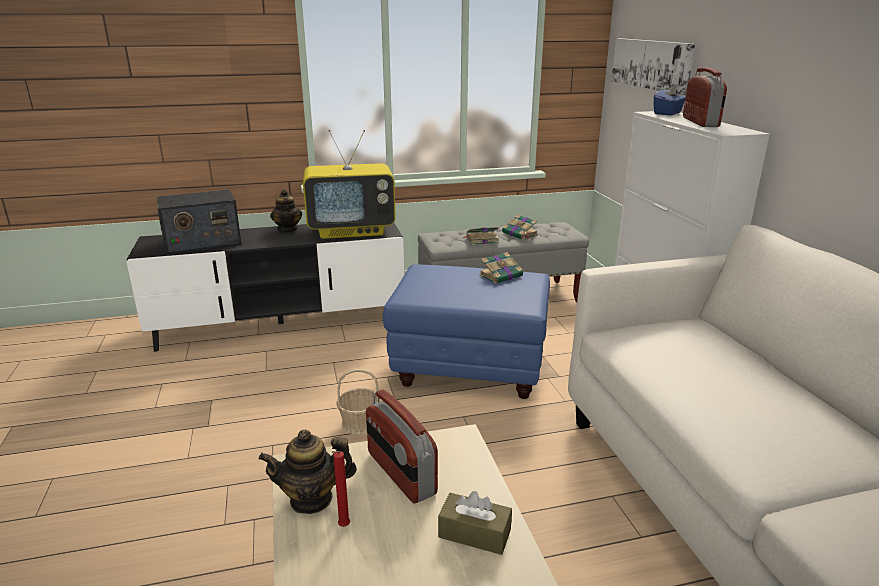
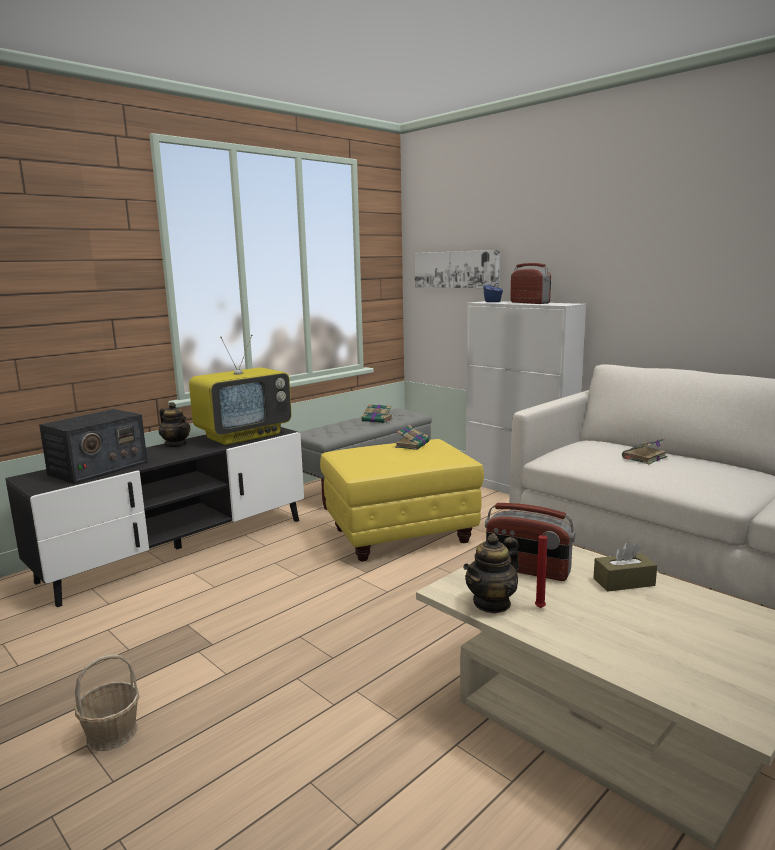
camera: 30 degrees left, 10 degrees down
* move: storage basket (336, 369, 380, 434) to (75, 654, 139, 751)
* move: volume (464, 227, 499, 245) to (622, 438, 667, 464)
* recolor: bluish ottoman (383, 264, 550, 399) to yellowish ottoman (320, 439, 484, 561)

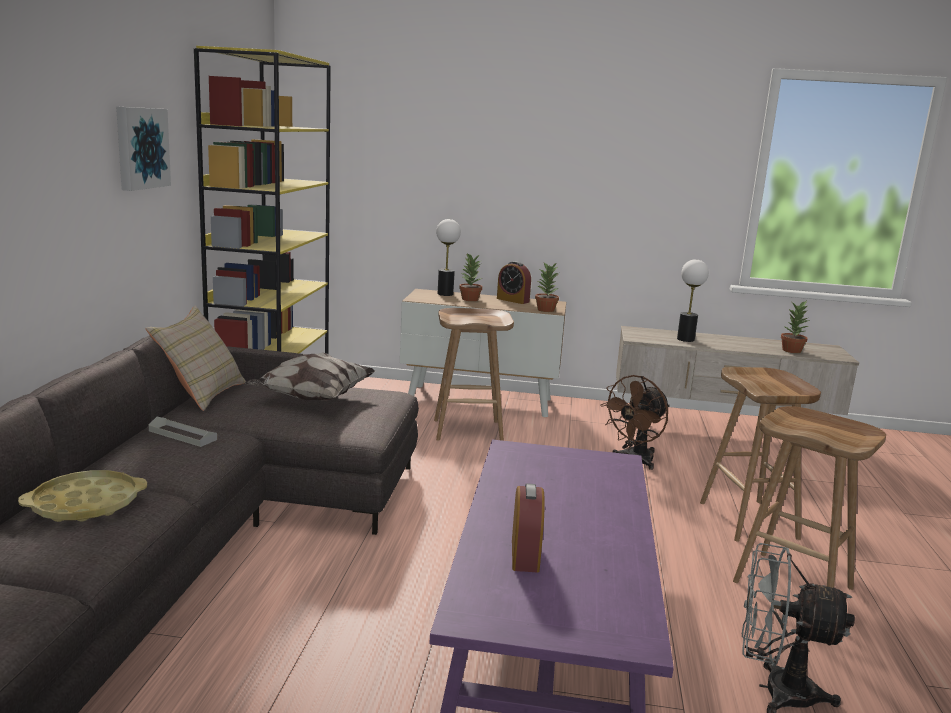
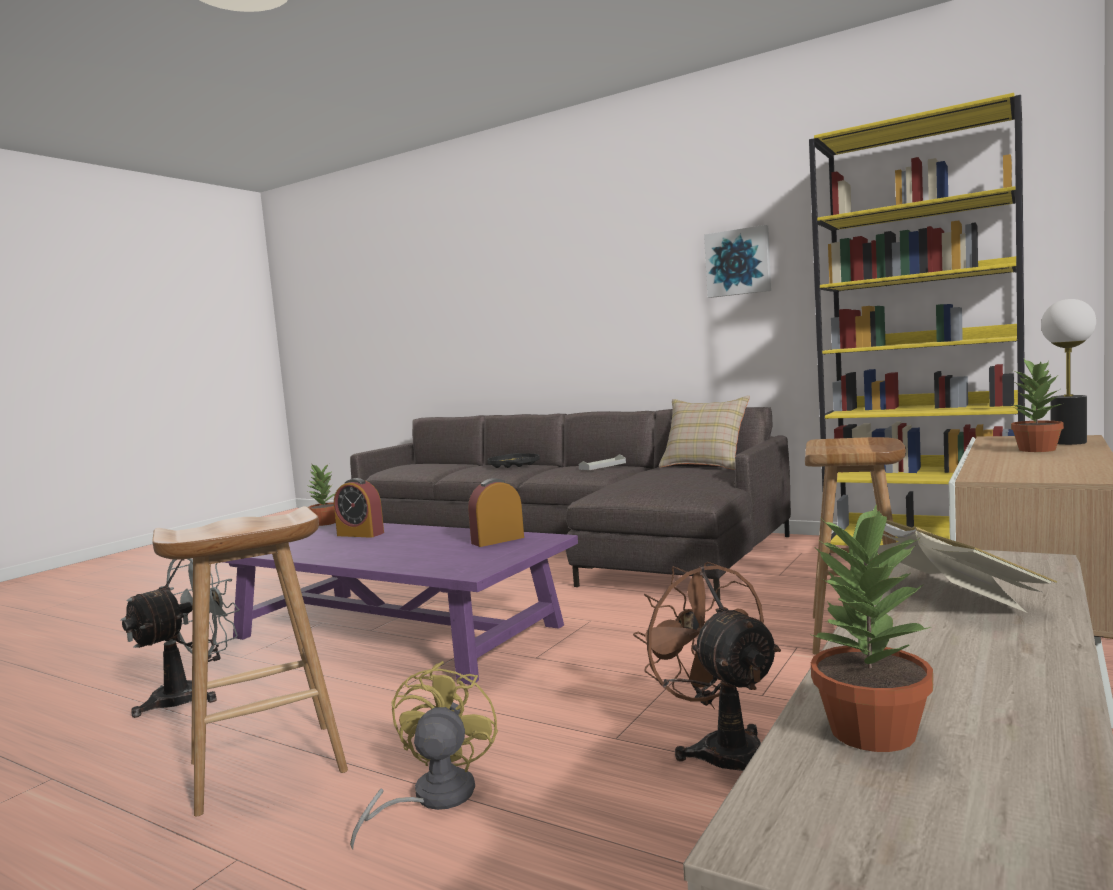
camera: 115 degrees right, 10 degrees down
* delete: cushion (245, 353, 375, 401)
* move: table clock (497, 261, 531, 304) to (468, 478, 524, 547)
* move: houseplant (535, 262, 559, 312) to (308, 465, 336, 526)
* replace: tabletop lamp (677, 259, 709, 342) to volume (877, 520, 1057, 613)
* replace: brown stool (700, 367, 821, 542) to yellowish cooling fan (350, 661, 498, 849)
* recolor: yellowish carrying tray (18, 470, 147, 522) to black carrying tray (487, 453, 540, 468)

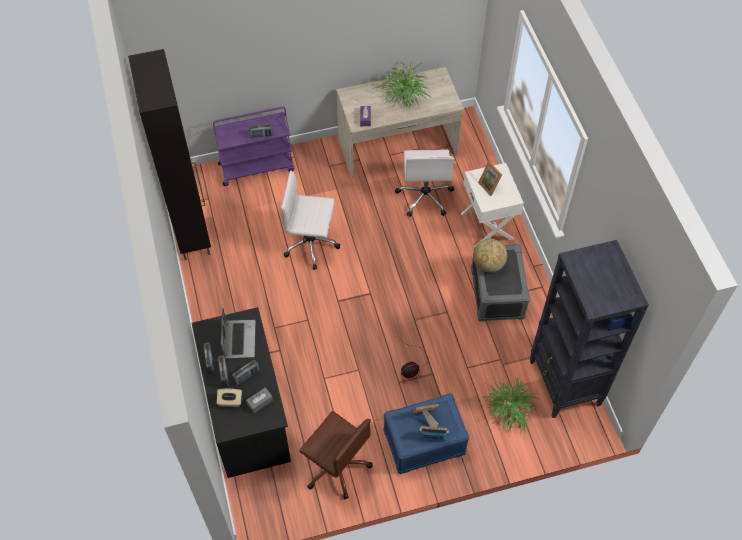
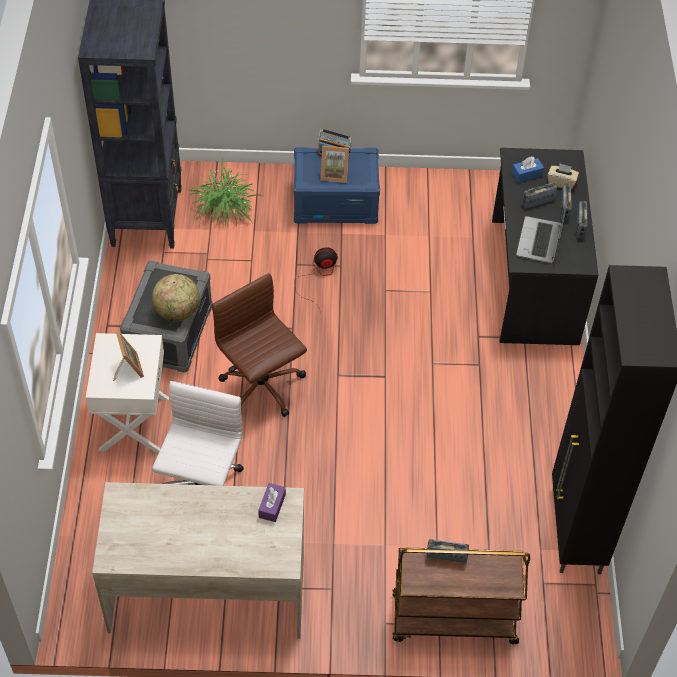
camera: 165 degrees left, 5 degrees down
* delete: white-coloured computer chair (281, 170, 340, 270)
* delete: houseplant (373, 62, 432, 109)
* move: brown computer chair (299, 411, 373, 500) to (212, 273, 307, 417)
* recolor: purple trolley (213, 107, 295, 186) to brown trolley (393, 547, 530, 644)
* recolor: gray tissue box (246, 387, 273, 413) to bluish tissue box (512, 157, 544, 183)

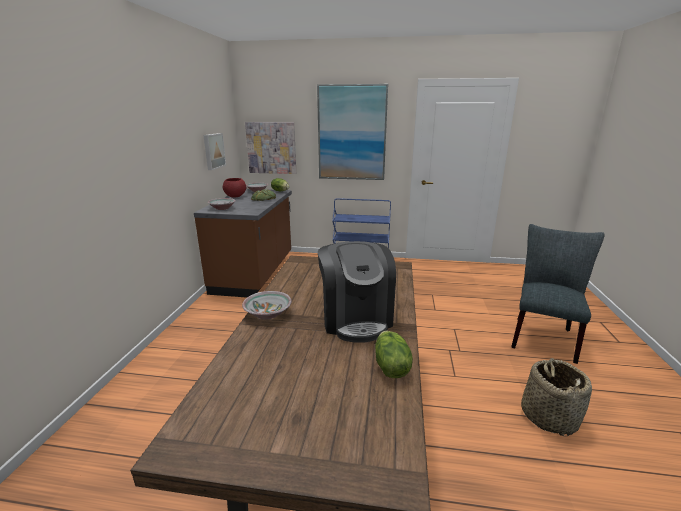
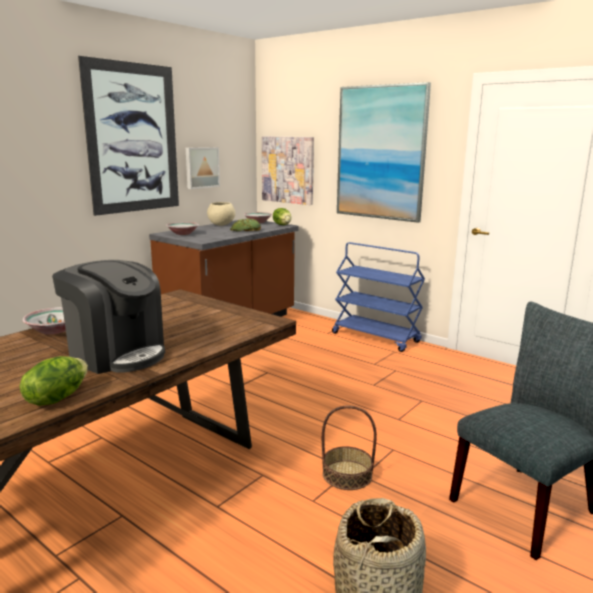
camera: 30 degrees right, 5 degrees down
* insert: wall art (78, 56, 179, 216)
* insert: storage basket (322, 405, 377, 490)
* recolor: reddish serving bowl (223, 178, 246, 198) to beige serving bowl (207, 202, 235, 226)
* rotate: coffee brewer (318, 241, 396, 343) = (52, 260, 165, 374) 75 degrees counterclockwise

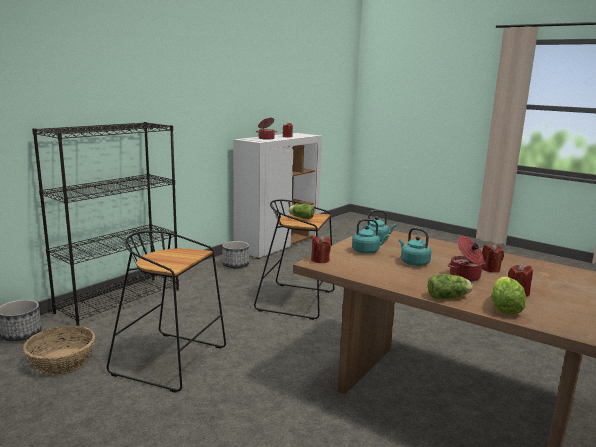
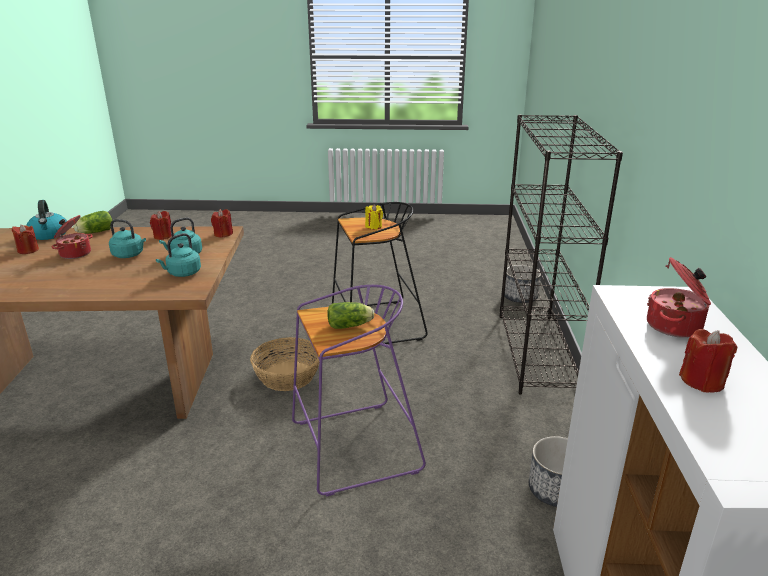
camera: 145 degrees right, 10 degrees up
* insert: yellowish candle (365, 204, 383, 230)
* move: storage basket (23, 325, 95, 375) to (250, 337, 319, 391)
* move: reddish candle (482, 243, 504, 273) to (150, 211, 172, 240)
* replace: head of lettuce (491, 277, 526, 314) to water kettle (26, 200, 67, 240)
* recolor: black stool (254, 200, 334, 320) to purple stool (292, 285, 426, 497)

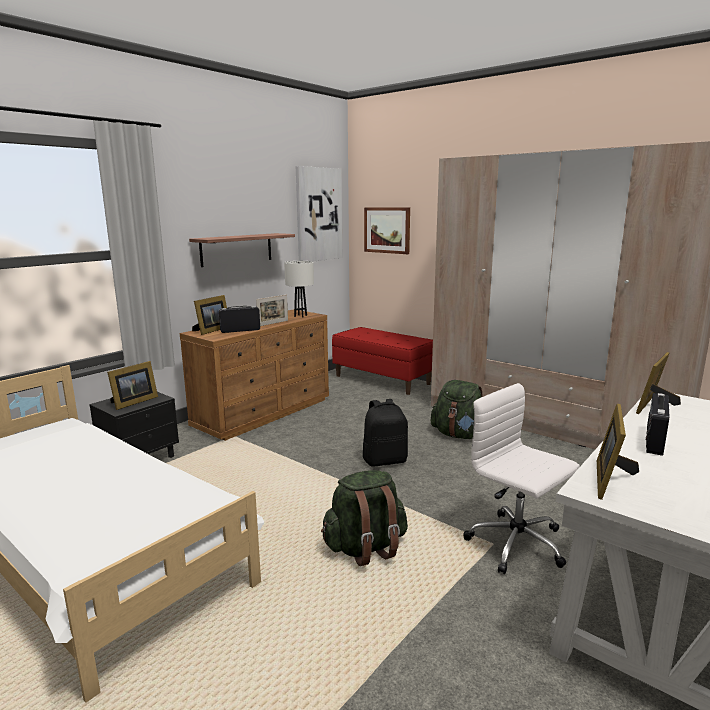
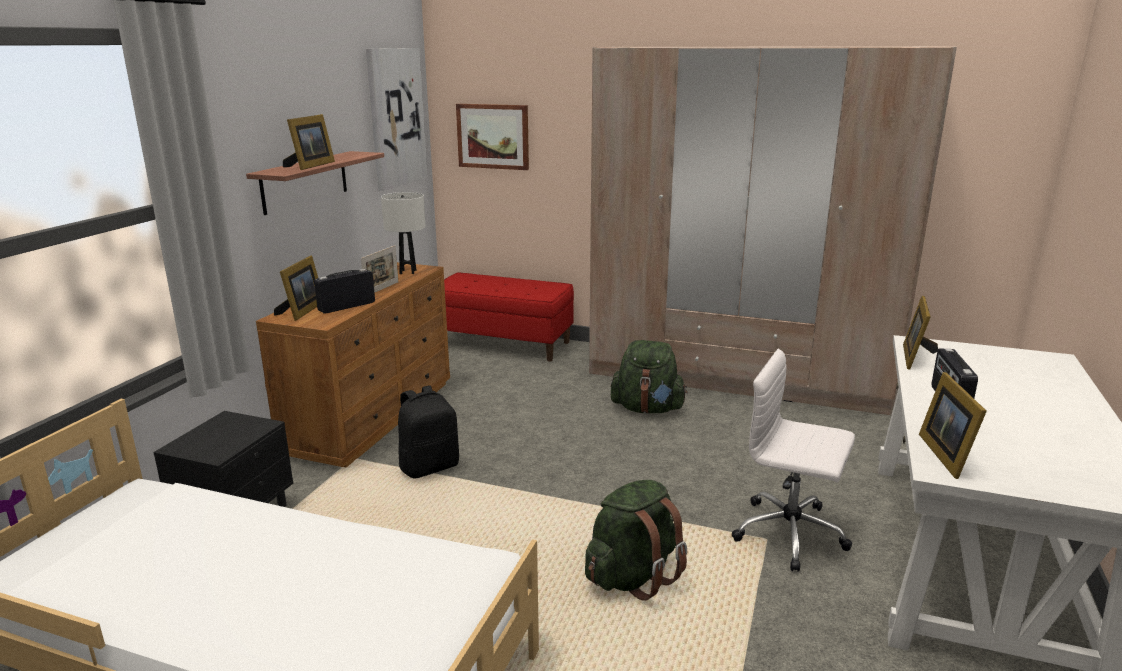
camera: 20 degrees left, 5 degrees up
* move: standing frame (107, 361, 158, 410) to (283, 114, 335, 170)
* move: black rucksack (363, 399, 408, 467) to (398, 385, 459, 479)

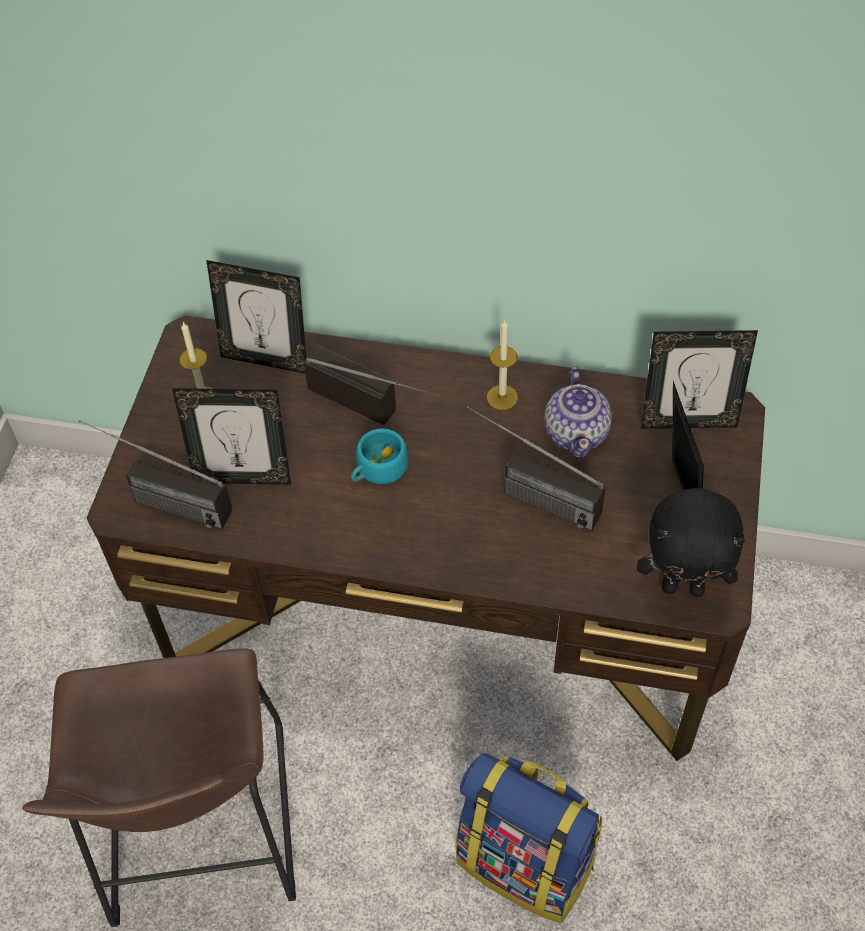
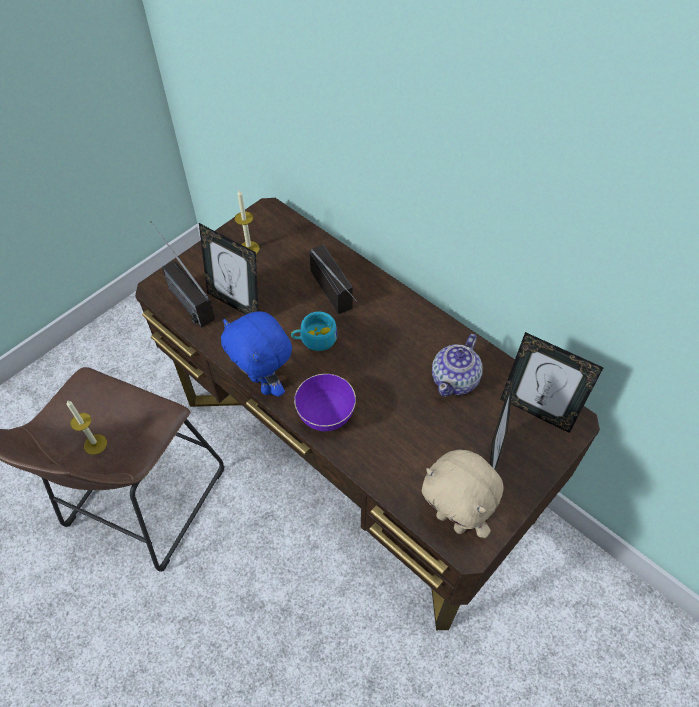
camera: 30 degrees right, 0 degrees up
* delete: standing frame (206, 260, 306, 374)
* delete: rucksack (456, 753, 603, 924)
* delete: radio set (467, 406, 606, 531)
* insert: bluish cuddly toy (221, 311, 292, 397)
* insert: purple serving bowl (294, 374, 356, 431)
* move: candle (487, 320, 518, 410) to (67, 400, 107, 455)
* recolor: black cuddly toy (637, 488, 745, 597) to beige cuddly toy (422, 450, 503, 538)

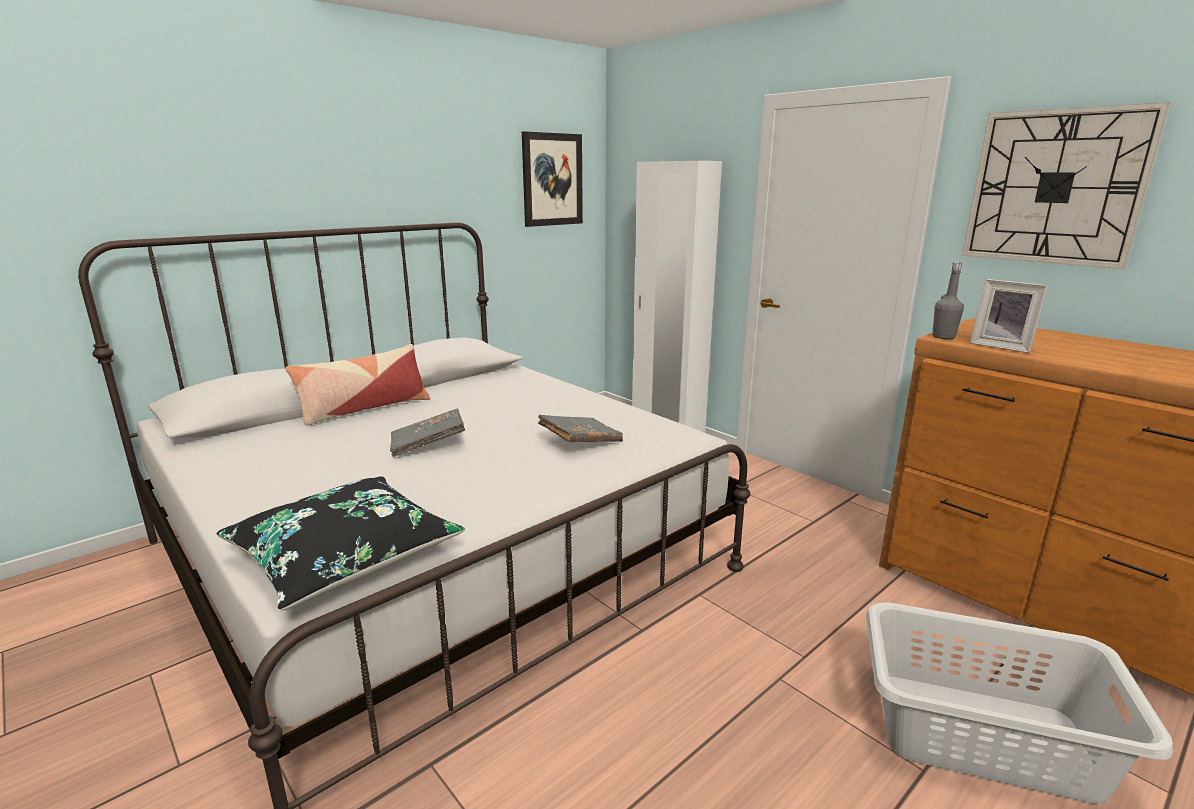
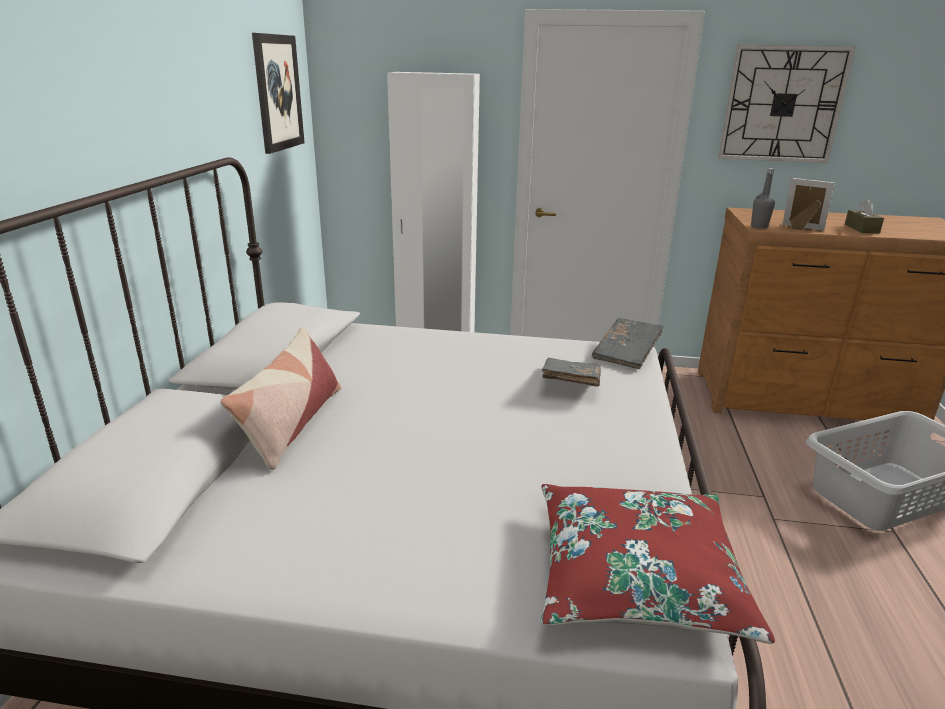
camera: 40 degrees left, 5 degrees up
* insert: brown tissue box (845, 199, 884, 233)
* move: gray volume (390, 409, 465, 457) to (592, 318, 664, 369)
* recolor: black cushion (216, 476, 465, 610) to reddish cushion (541, 484, 775, 644)
* rotate: standing frame (970, 279, 1048, 353) = (782, 178, 835, 231) 150 degrees counterclockwise

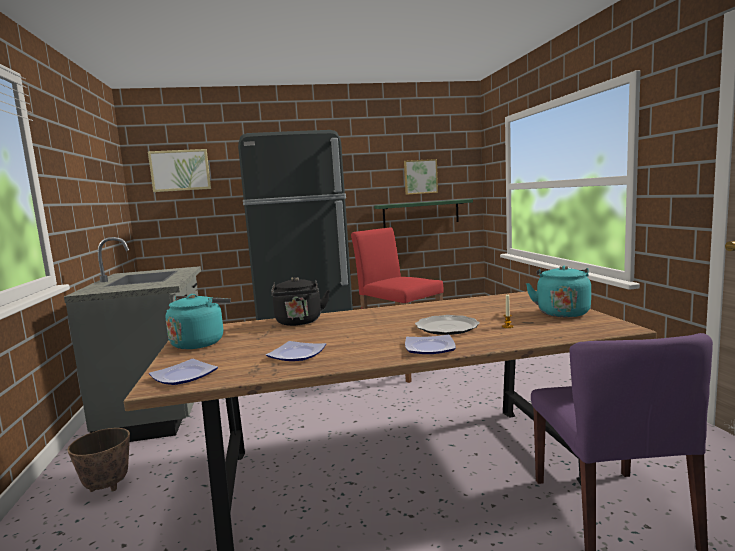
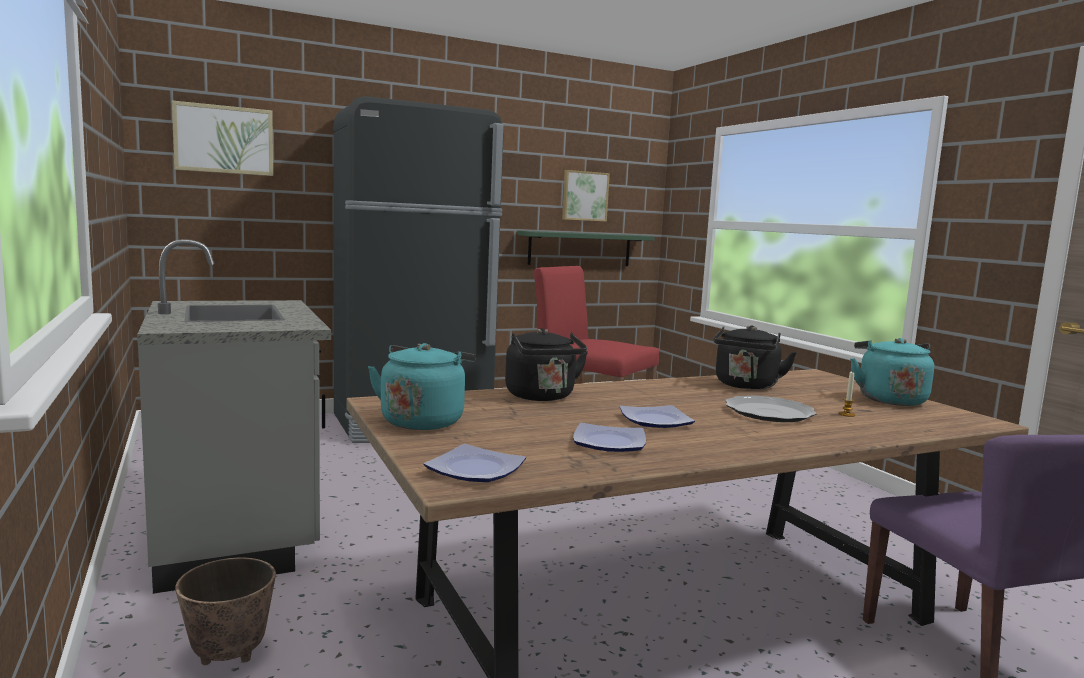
camera: 15 degrees left, 0 degrees up
* insert: black water kettle (713, 325, 797, 390)
* move: dinner plate (405, 335, 456, 354) to (620, 405, 695, 428)

